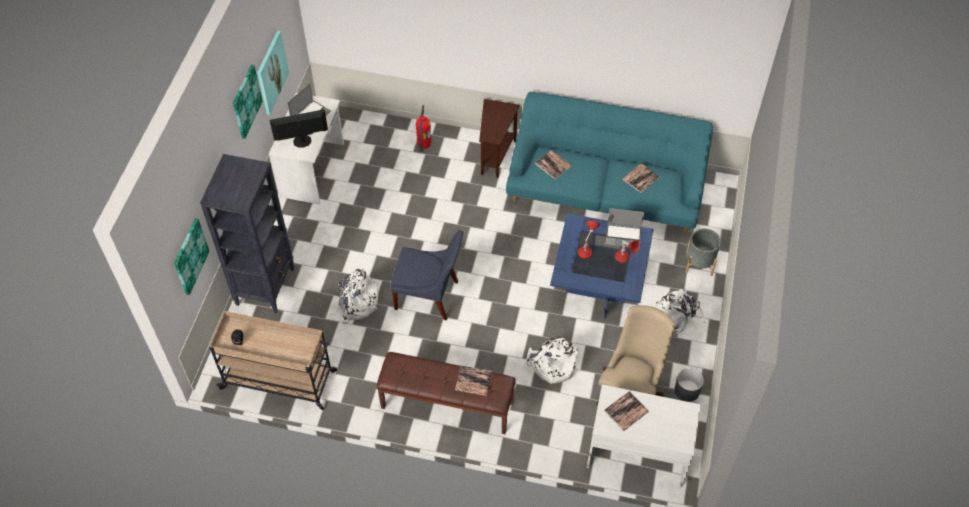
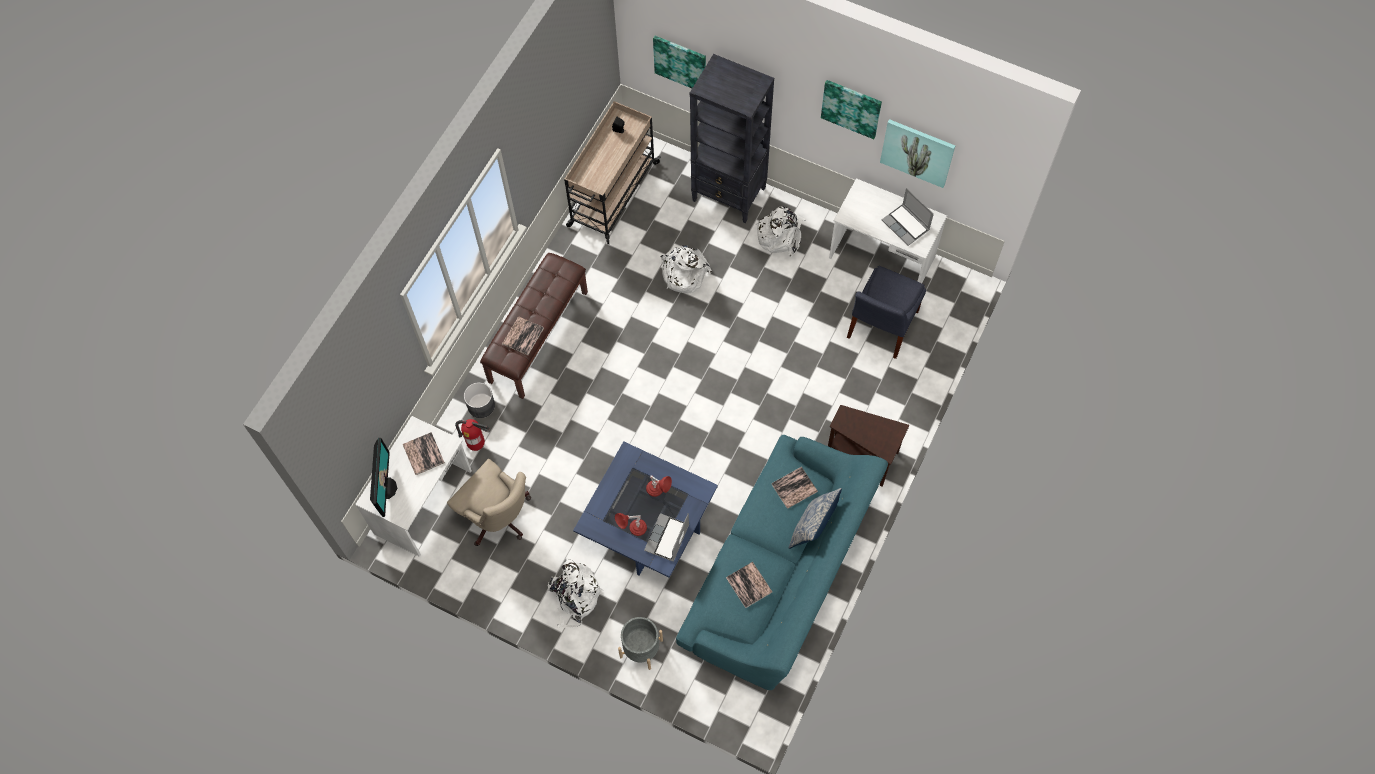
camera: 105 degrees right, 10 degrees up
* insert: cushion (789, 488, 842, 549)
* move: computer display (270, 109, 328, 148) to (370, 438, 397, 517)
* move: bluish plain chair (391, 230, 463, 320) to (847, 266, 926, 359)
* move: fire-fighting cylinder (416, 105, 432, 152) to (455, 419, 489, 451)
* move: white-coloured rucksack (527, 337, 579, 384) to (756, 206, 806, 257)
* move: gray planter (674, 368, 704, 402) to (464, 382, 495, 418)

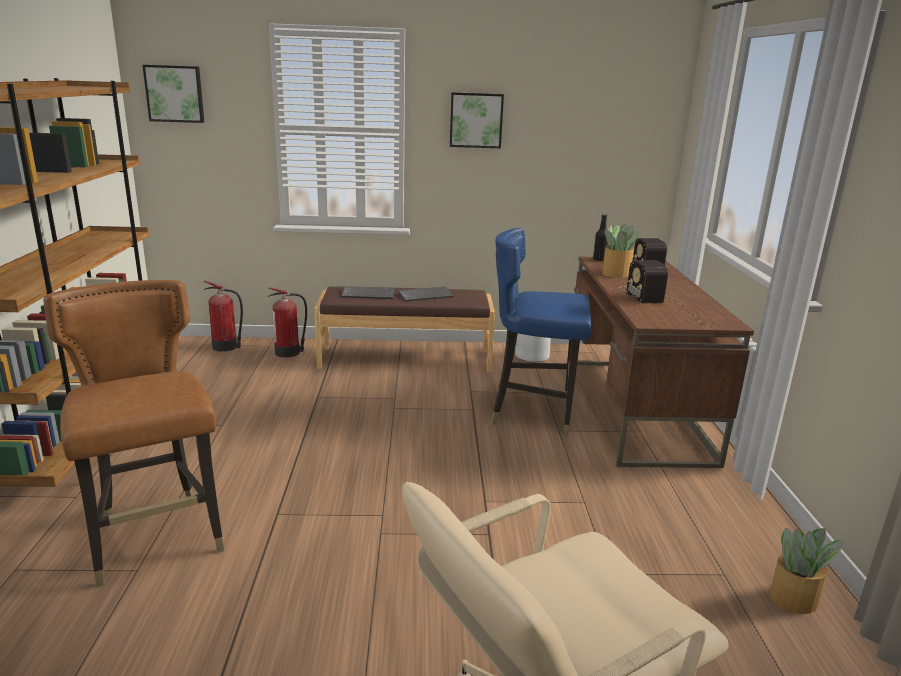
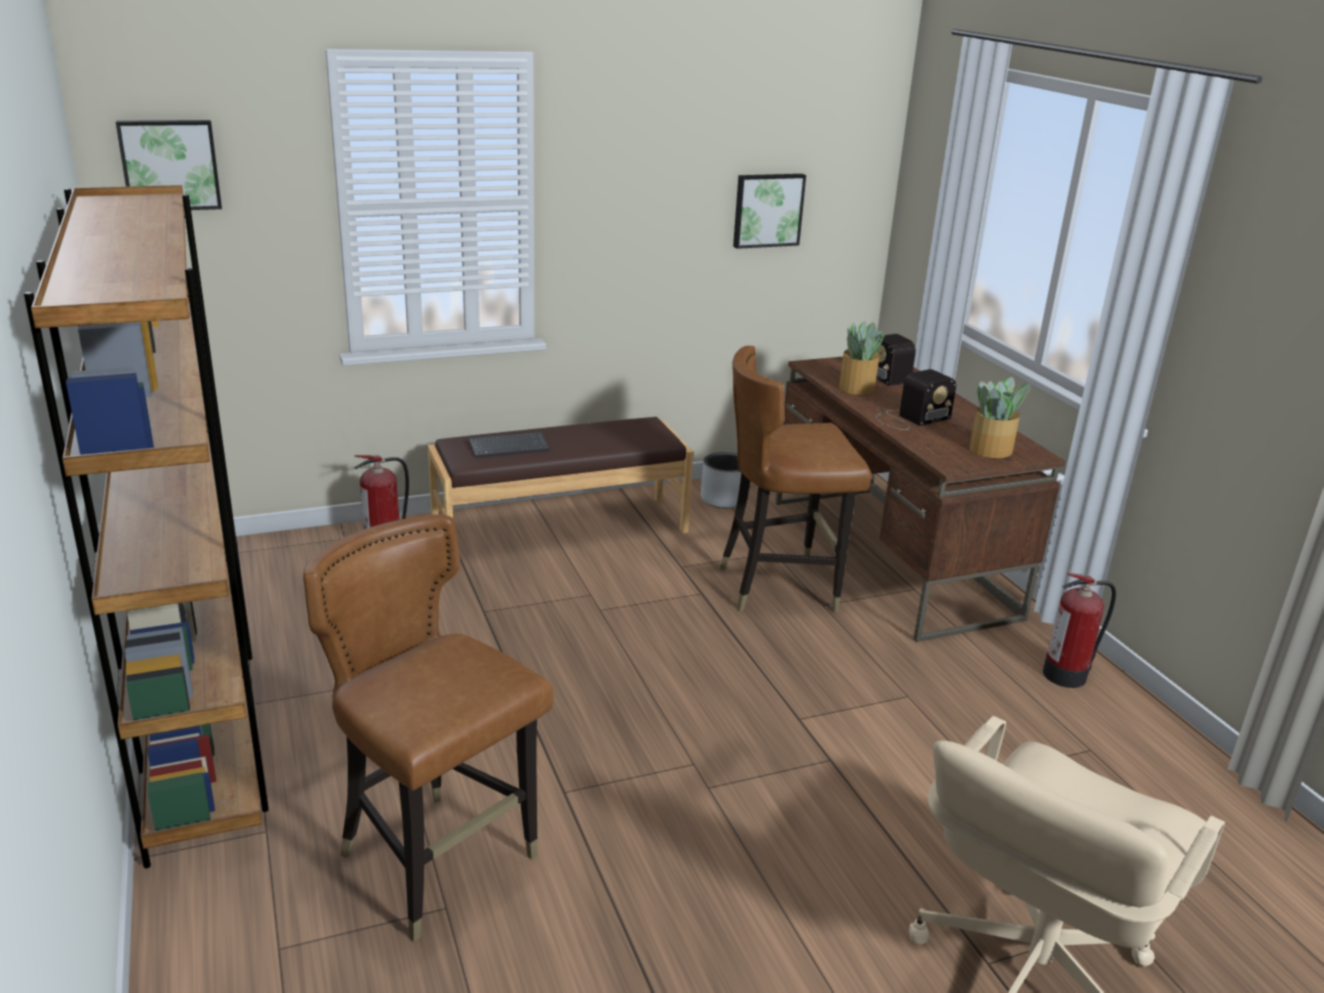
camera: 20 degrees left, 5 degrees up
* delete: computer keyboard (398, 287, 454, 302)
* delete: black bottle (593, 214, 608, 261)
* move: fire-fighting cylinder (204, 281, 243, 352) to (1043, 573, 1116, 688)
* move: wall art (450, 92, 504, 148) to (733, 174, 806, 249)
* move: houseplant (770, 528, 843, 614) to (970, 377, 1031, 458)
* recolor: bluish plain chair (491, 228, 591, 437) to brown plain chair (719, 346, 871, 612)
* rotate: radio set (619, 260, 668, 303) = (876, 369, 956, 430) 90 degrees counterclockwise

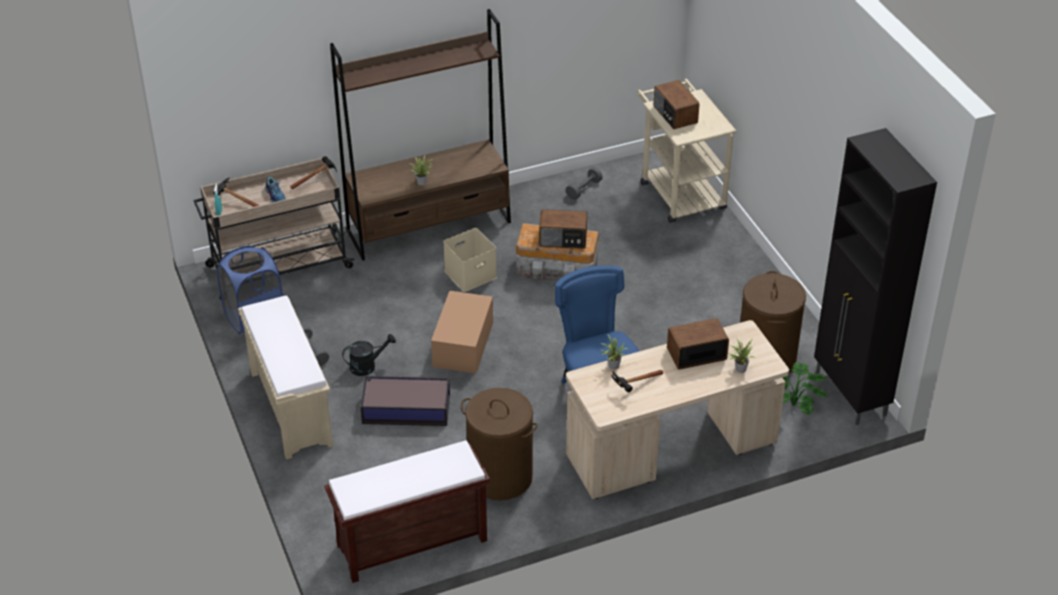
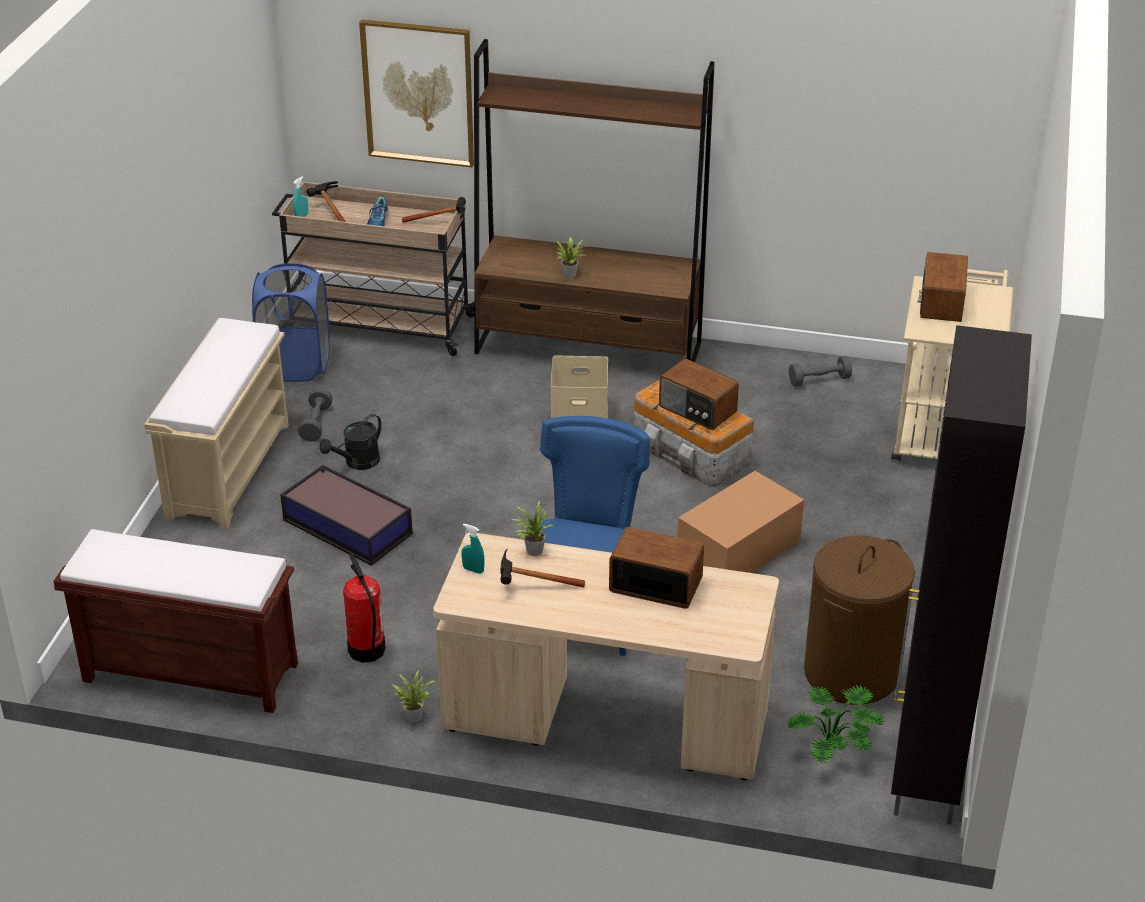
camera: 35 degrees right, 5 degrees down
* insert: wall art (359, 19, 474, 167)
* insert: blue-green hand sprayer (461, 524, 485, 574)
* move: cardboard box (431, 291, 493, 373) to (677, 471, 804, 573)
* move: houseplant (727, 338, 755, 373) to (392, 670, 437, 723)
* replace: brown laundry basket (461, 388, 537, 500) to fire-fighting cylinder (343, 554, 386, 663)
* rotate: black watering can (342, 334, 396, 376) = (320, 414, 382, 470) 120 degrees clockwise

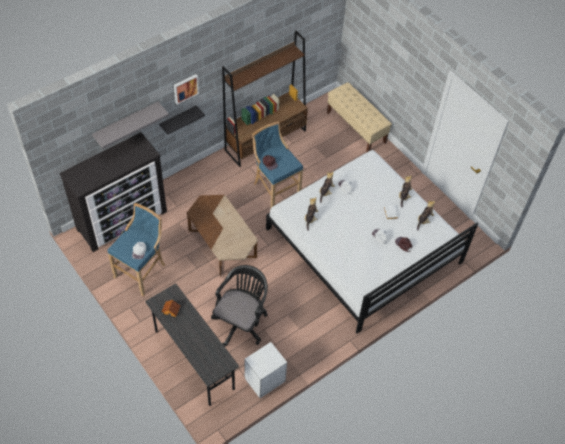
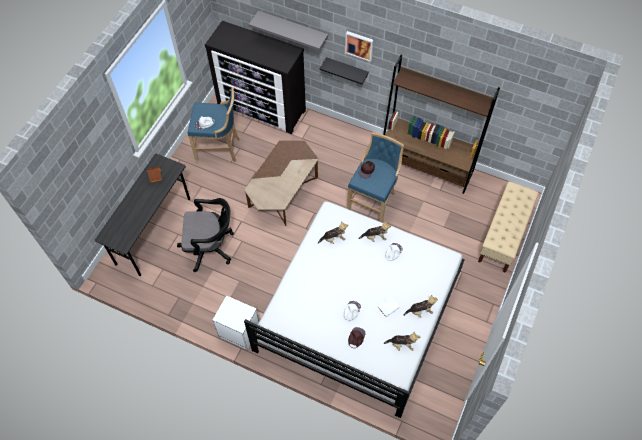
camera: 65 degrees right, 5 degrees up
* move: white-coloured night table (244, 342, 287, 398) to (213, 295, 259, 350)

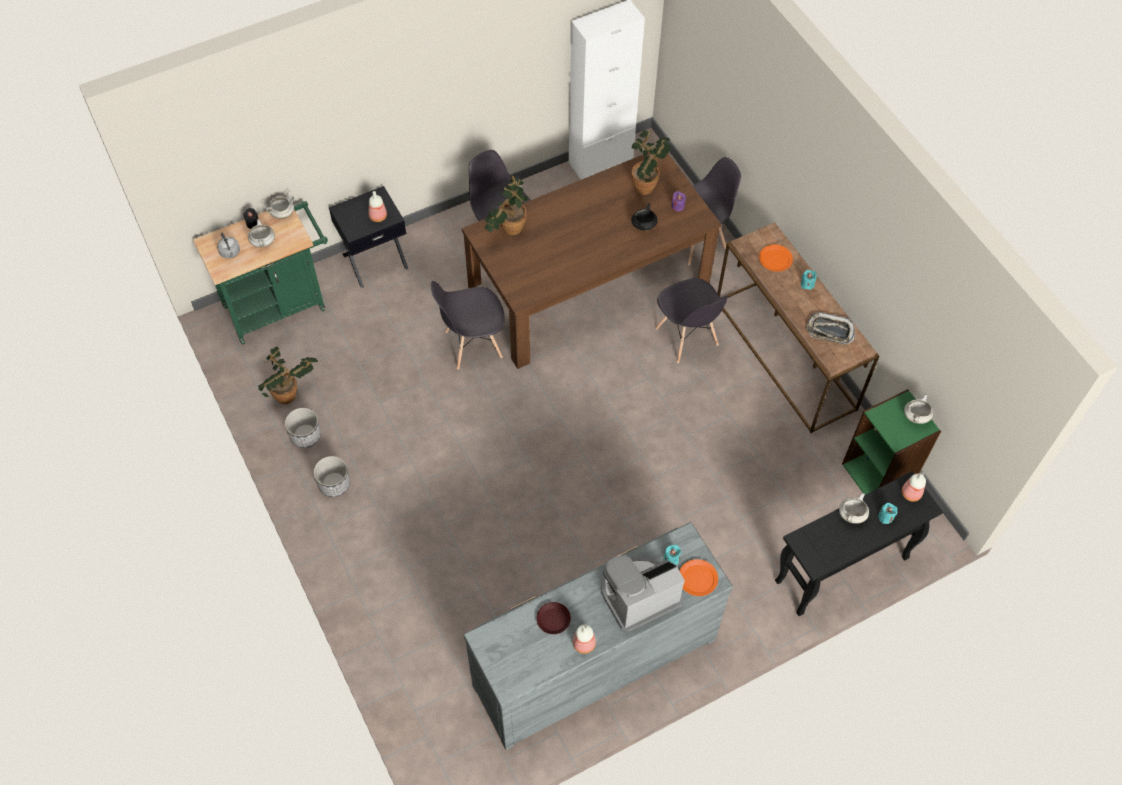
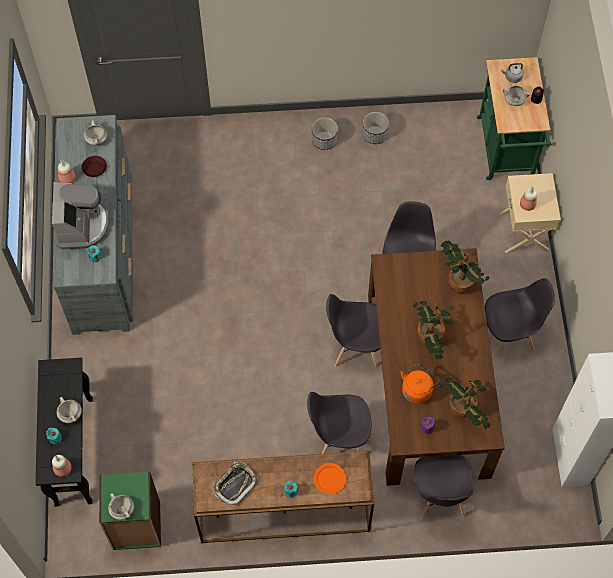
camera: 115 degrees right, 5 degrees up
* delete: orangey dinner plate (680, 559, 718, 596)
* insert: gray plain chair (326, 294, 380, 368)
* move: houseplant (258, 346, 318, 404) to (413, 301, 452, 360)
* move: white-coloured stockpot (266, 195, 294, 219) to (84, 120, 107, 145)
* replace: black stockpot (631, 203, 658, 231) to orangey water kettle (401, 363, 440, 404)
* recolor: black night table (329, 186, 408, 288) to beige night table (500, 173, 561, 253)

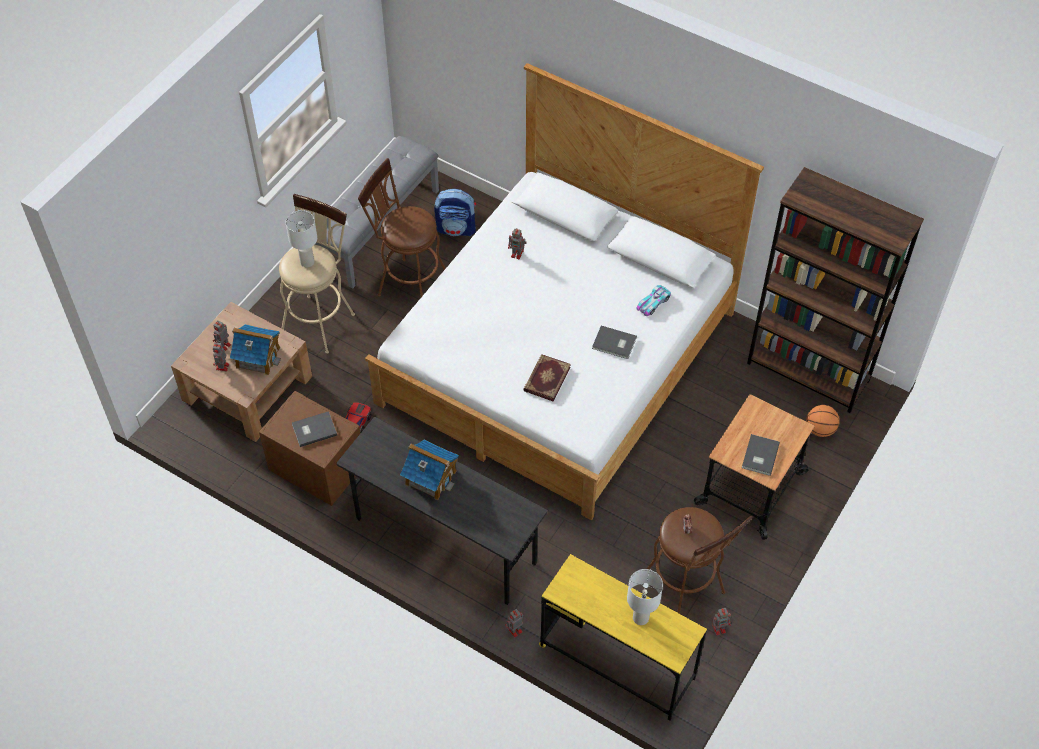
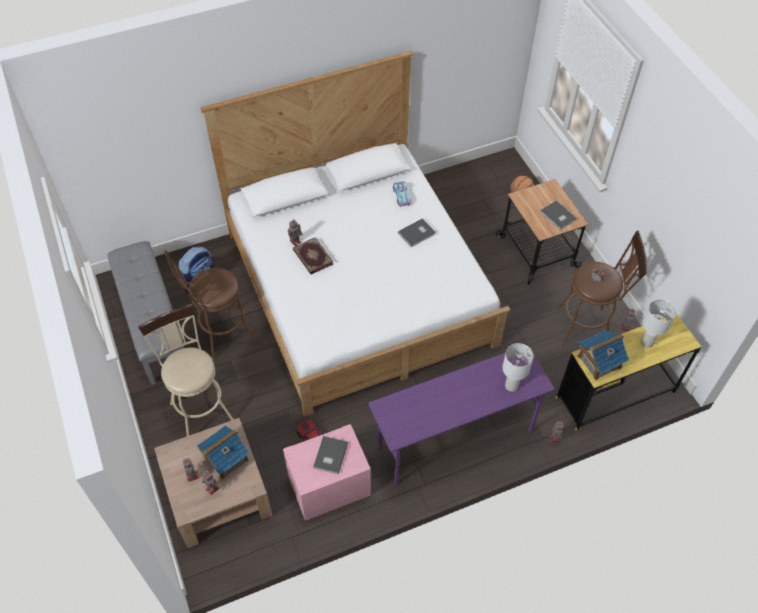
camera: 55 degrees left, 0 degrees up
* delete: brown bookshelf (747, 167, 924, 413)
* move: white-coloured tabletop lamp (286, 210, 317, 267) to (502, 343, 533, 392)
* move: miniature house (400, 439, 459, 500) to (577, 330, 629, 380)
* move: volume (523, 354, 571, 402) to (293, 237, 333, 275)
* recolor: brown night table (259, 391, 360, 506) to pink-coloured night table (283, 424, 371, 521)
* recolor: gray desk unit (337, 417, 547, 605) to purple desk unit (369, 345, 554, 485)

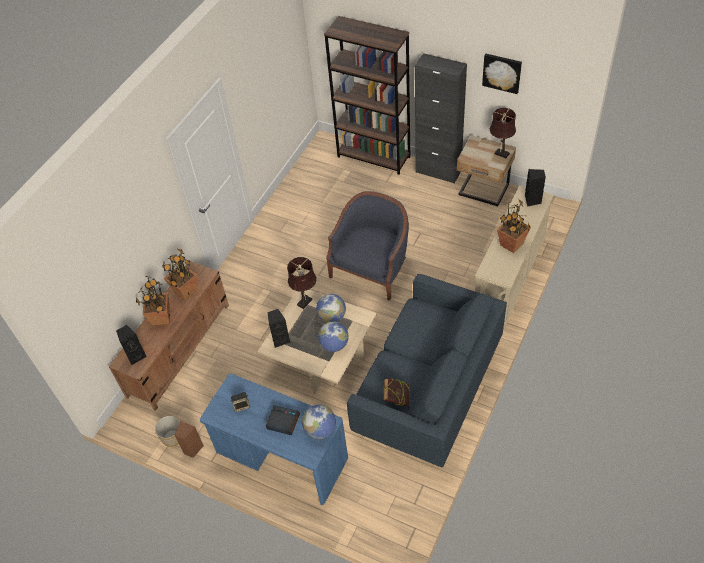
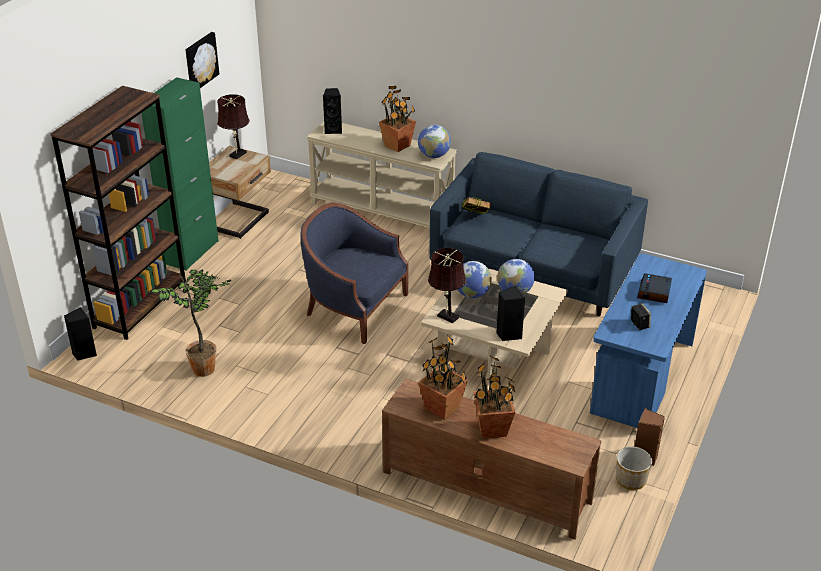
camera: 95 degrees left, 15 degrees down
* insert: houseplant (150, 269, 232, 377)
* move: black audio speaker (116, 325, 147, 365) to (64, 307, 97, 361)
* move: globe (302, 405, 336, 439) to (418, 125, 451, 158)
* move: volume (383, 378, 410, 406) to (462, 197, 491, 214)
* recolor: black cupboard (415, 53, 467, 184) to green-coloured cupboard (141, 77, 218, 271)

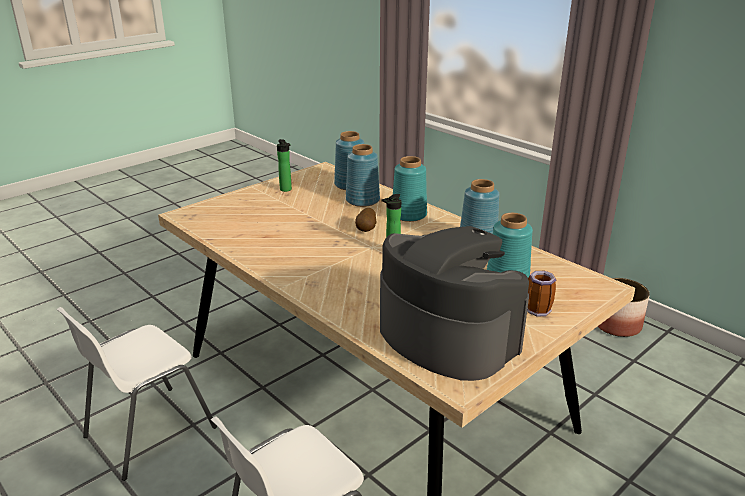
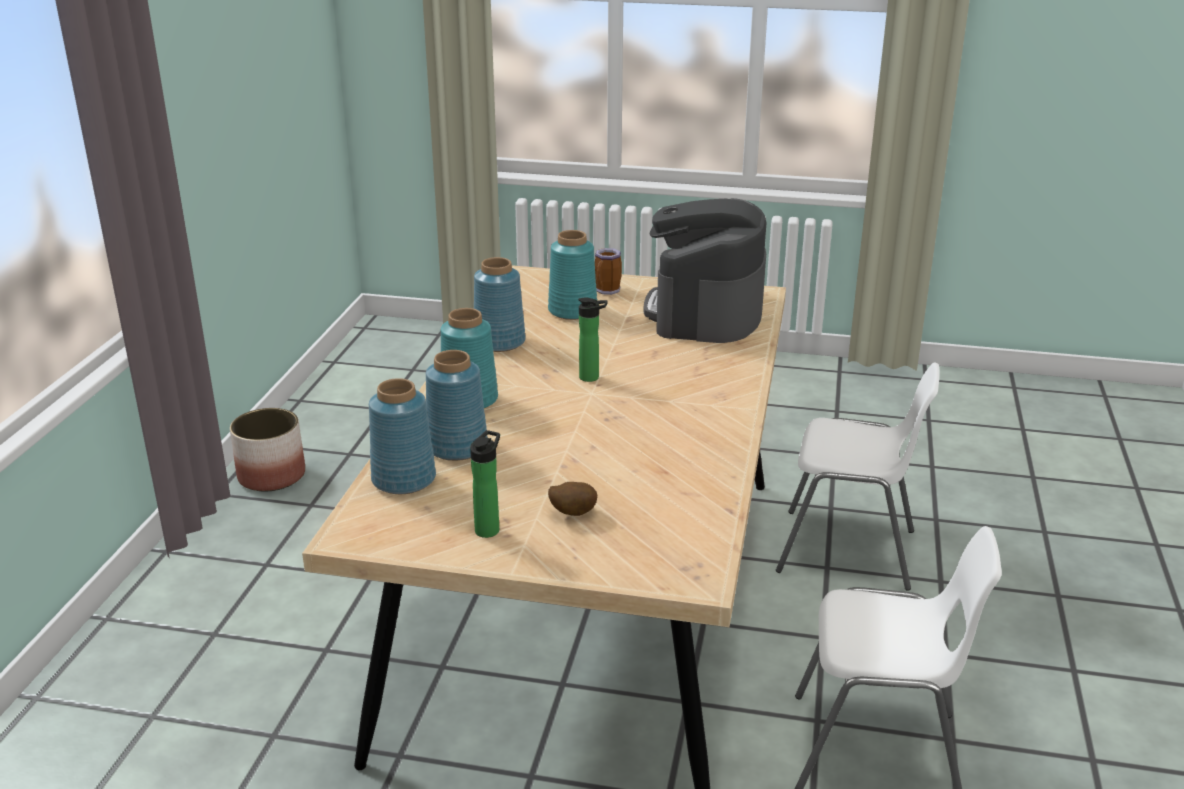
camera: 125 degrees left, 0 degrees up
* move: spud (355, 208, 376, 232) to (548, 482, 597, 516)

